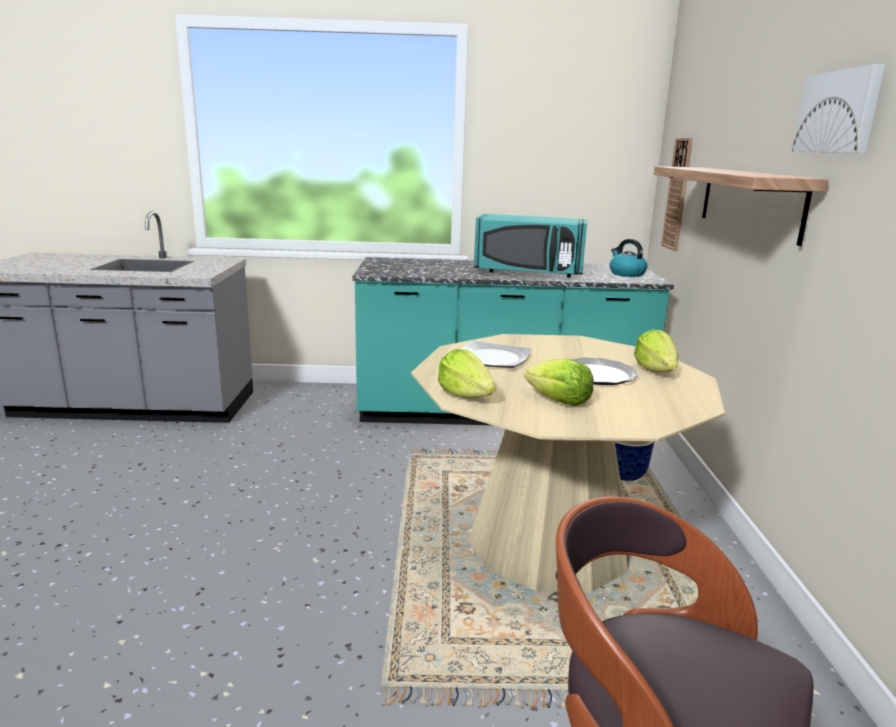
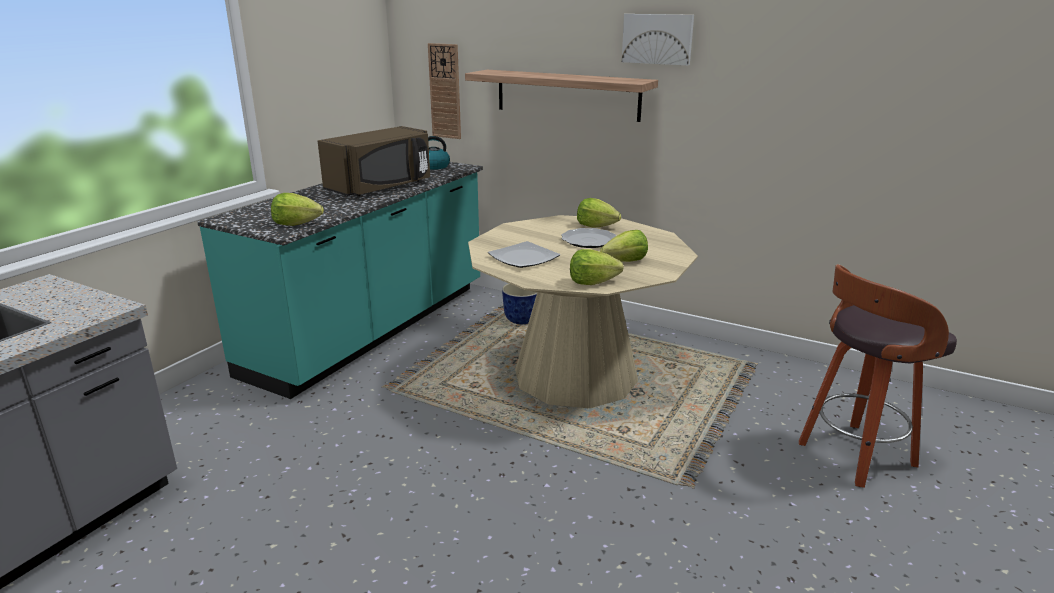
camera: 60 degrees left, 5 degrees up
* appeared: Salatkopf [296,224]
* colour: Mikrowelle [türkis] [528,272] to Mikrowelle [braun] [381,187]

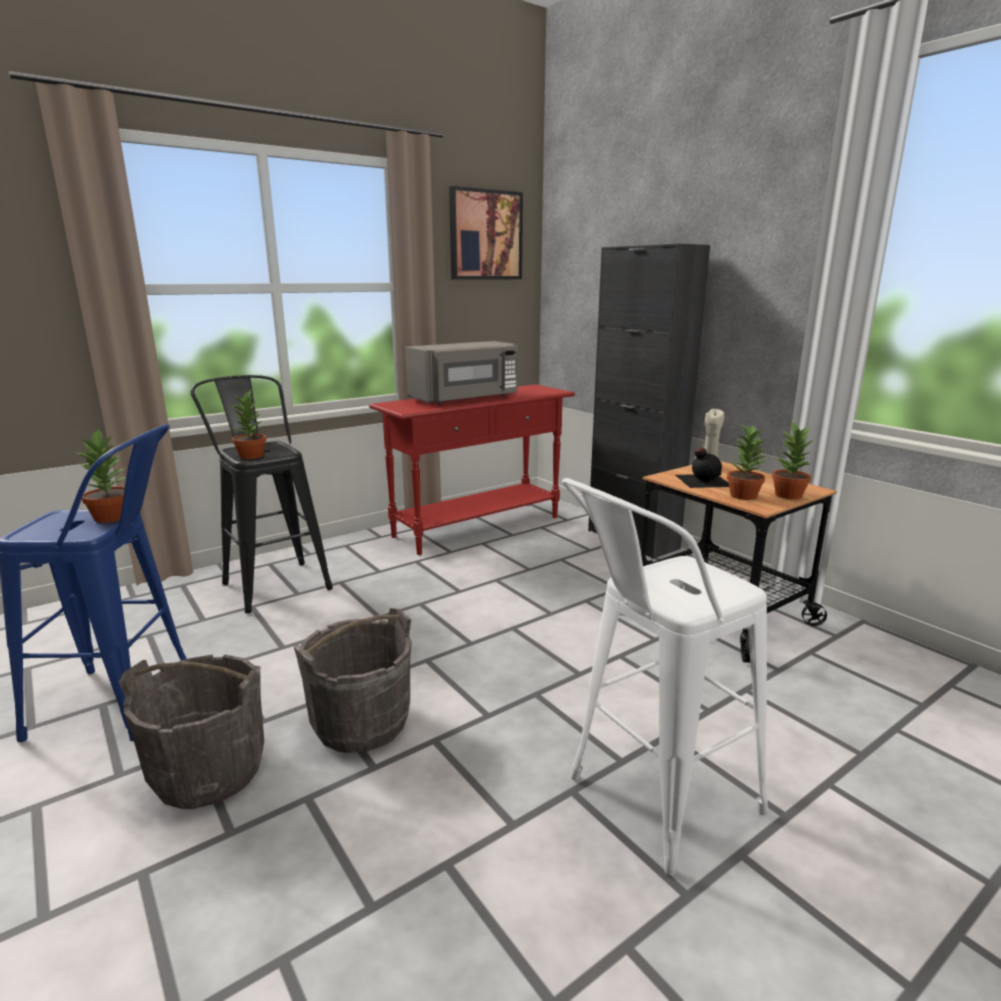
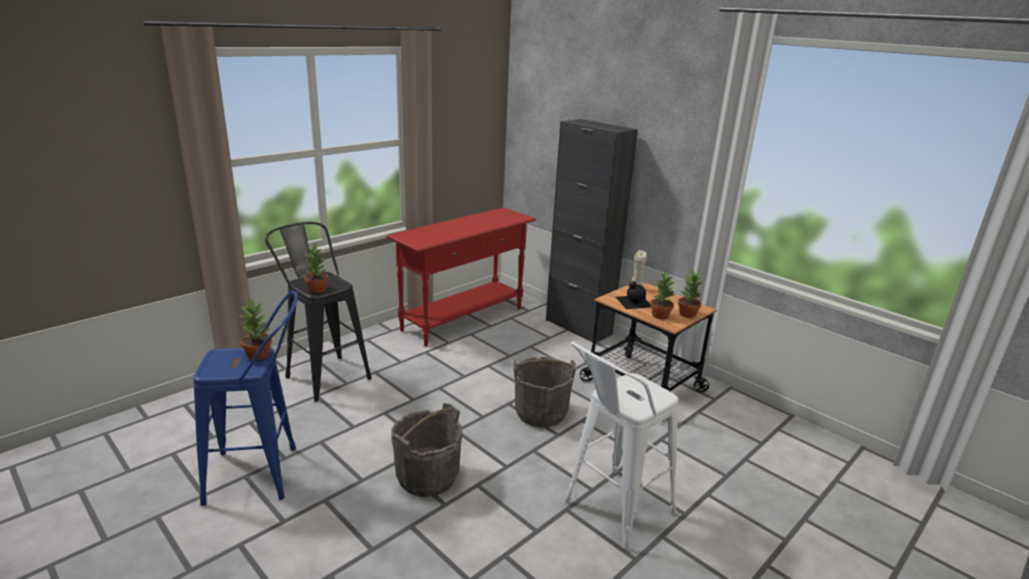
camera: 10 degrees left, 5 degrees up
* relocated: Eimer [grau] [209,771] to [541,412]
* missing: Mikrowelle [grau] [466,399]
* missing: Bild [485,235]

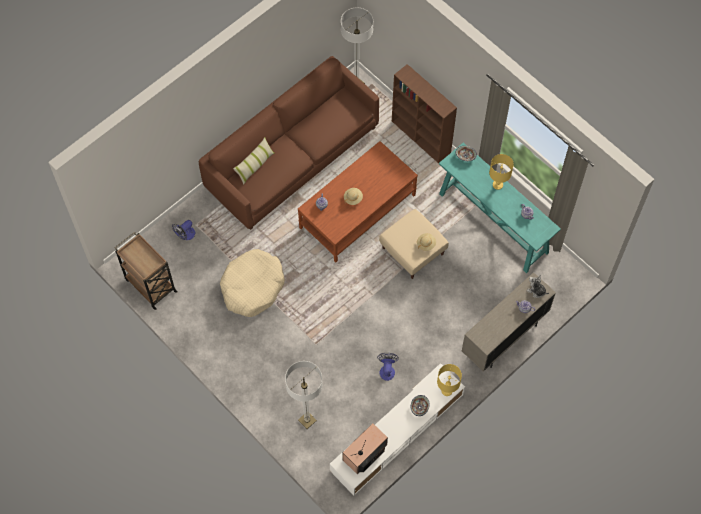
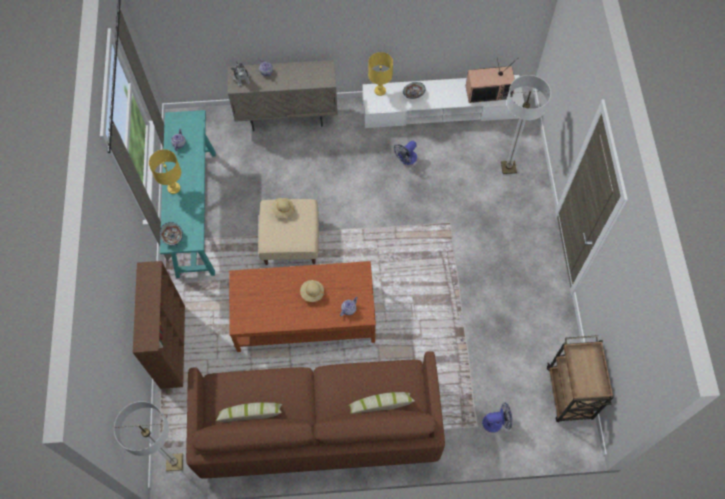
camera: 140 degrees left, 0 degrees up
* appeared: Kissen [251,415]
* missing: Hundebett [beige] [252,287]

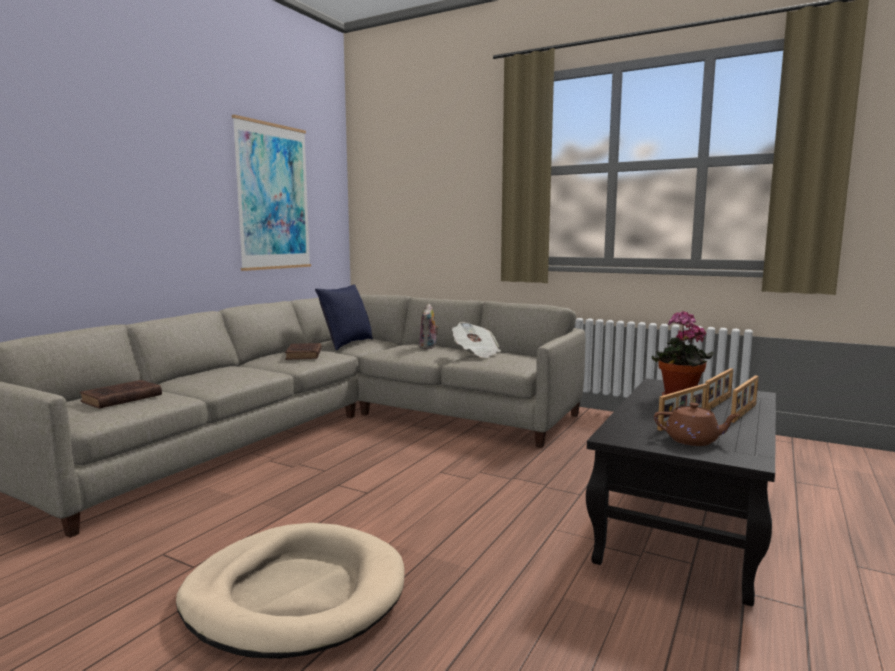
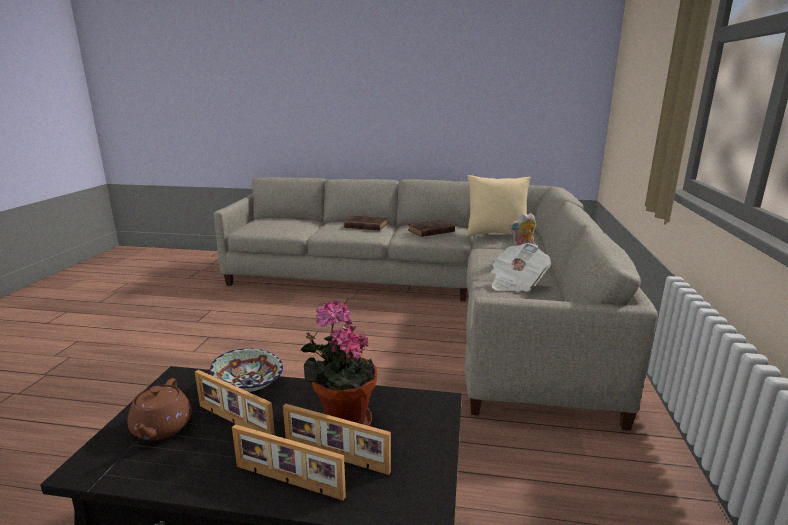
camera: 70 degrees right, 10 degrees up
* appeared: Schüssel [248,386]
* relocated: Buch [braun] [120,399] to [365,226]
* colour: Kissen [blau] [346,344] to Kissen [beige] [496,234]
* missing: Hundebett [beige] [295,594]
* missing: Bild [273,197]

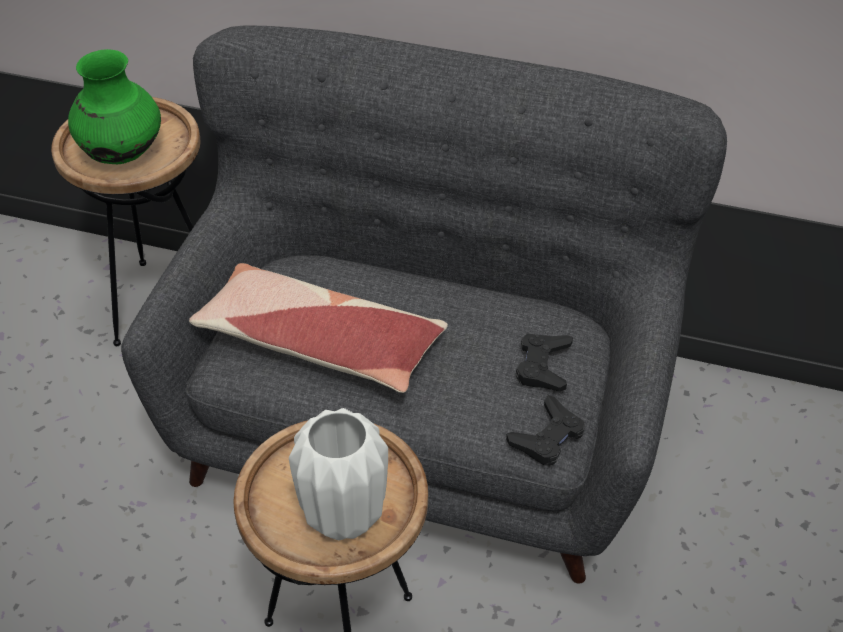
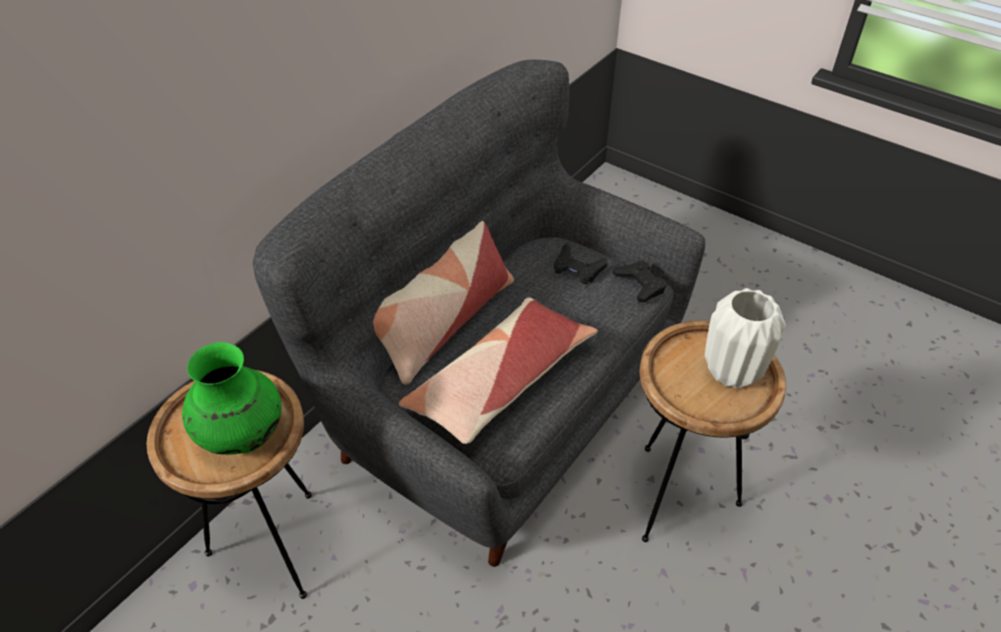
camera: 70 degrees left, 0 degrees up
* appeared: Kissen [445,323]

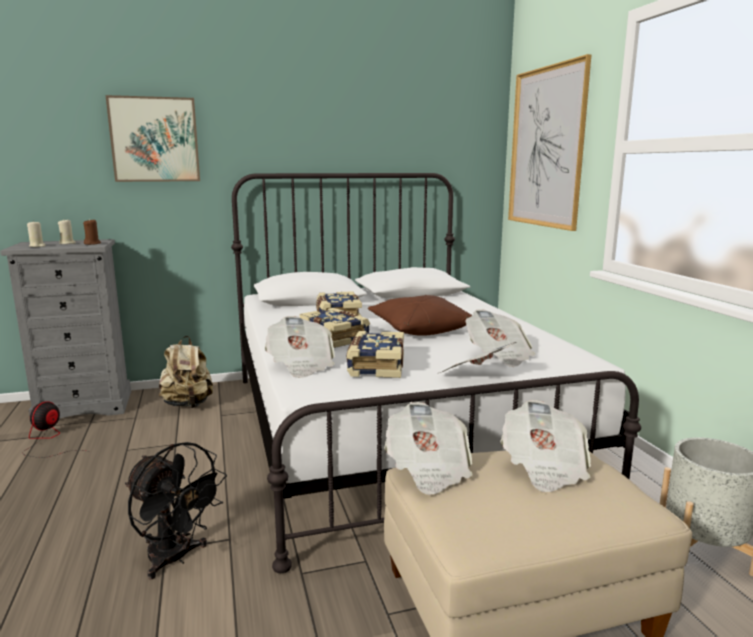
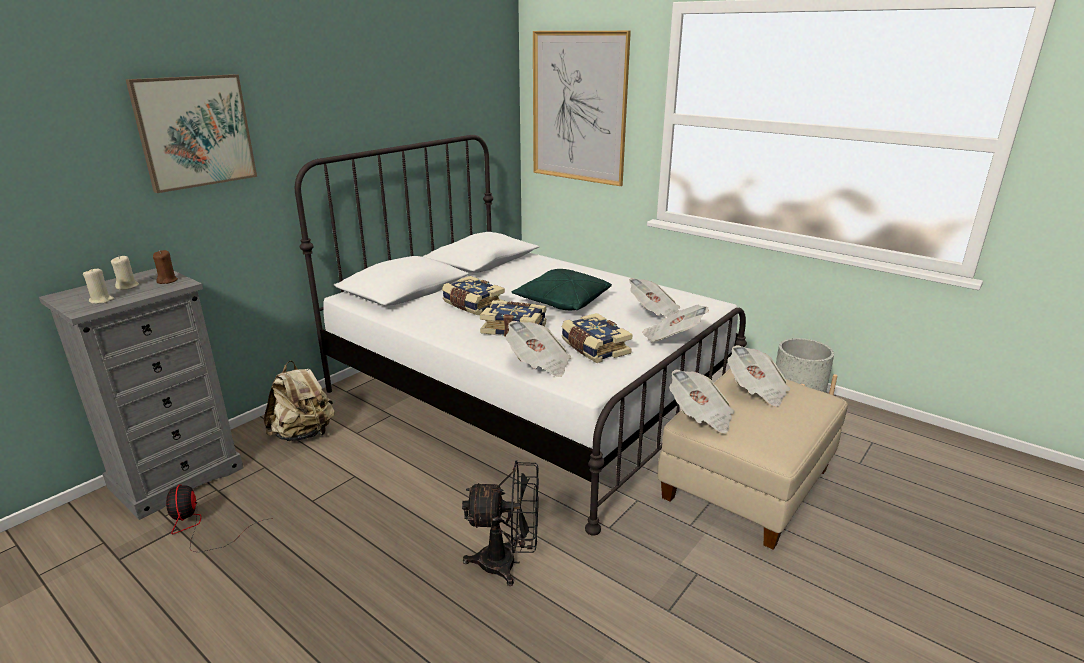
camera: 35 degrees left, 10 degrees up
* colour: Kissen [braun] [419,329] to Kissen [grün] [562,302]

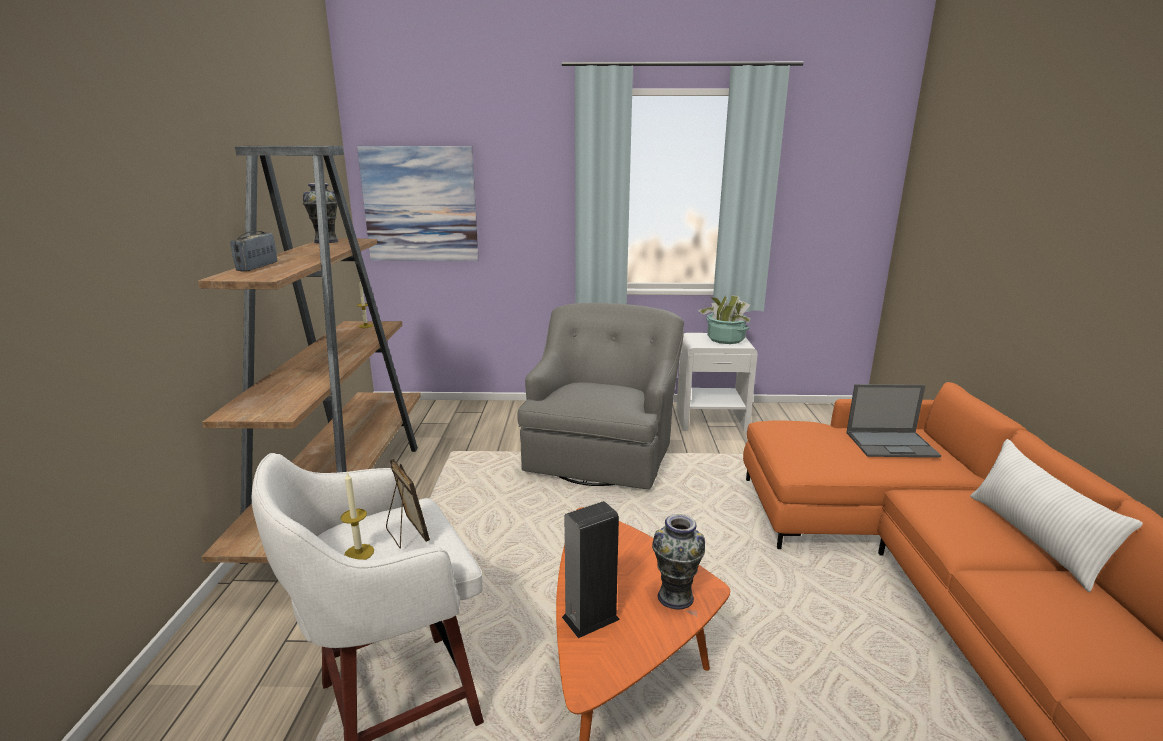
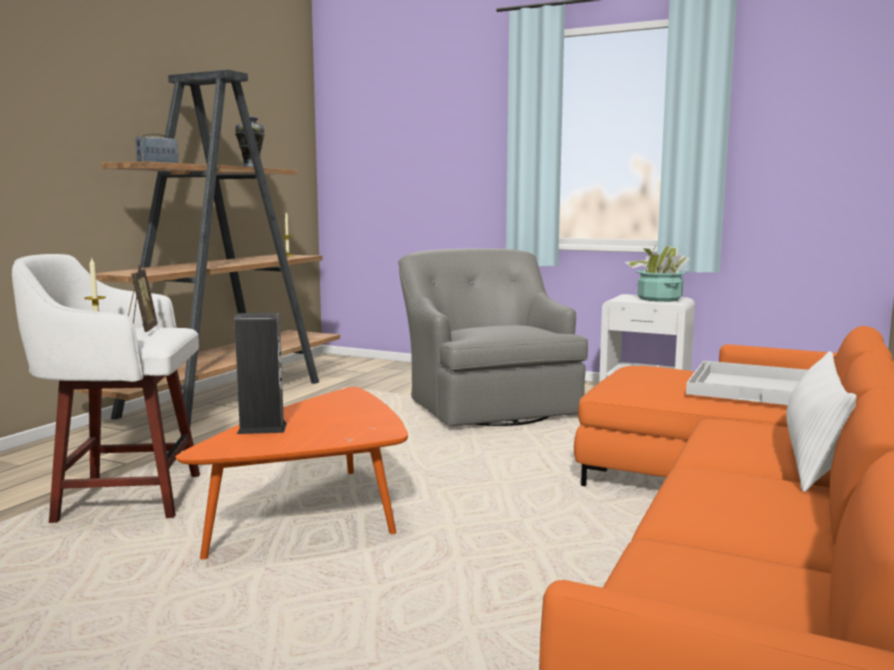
camera: 25 degrees right, 10 degrees down
* spun: Sessel [grau] [602,452] = [488,405] 60 degrees counterclockwise
* exchanged: Laptop [892,444] to Tablett [weiß] [755,387]
* missing: Bild [420,204]
* missing: Vase [675,597]

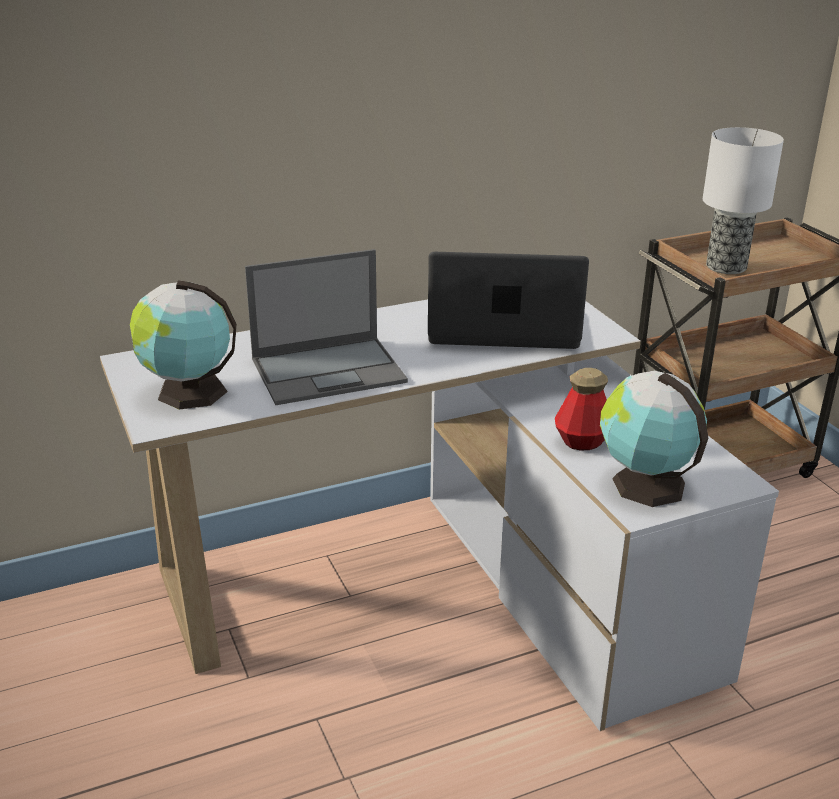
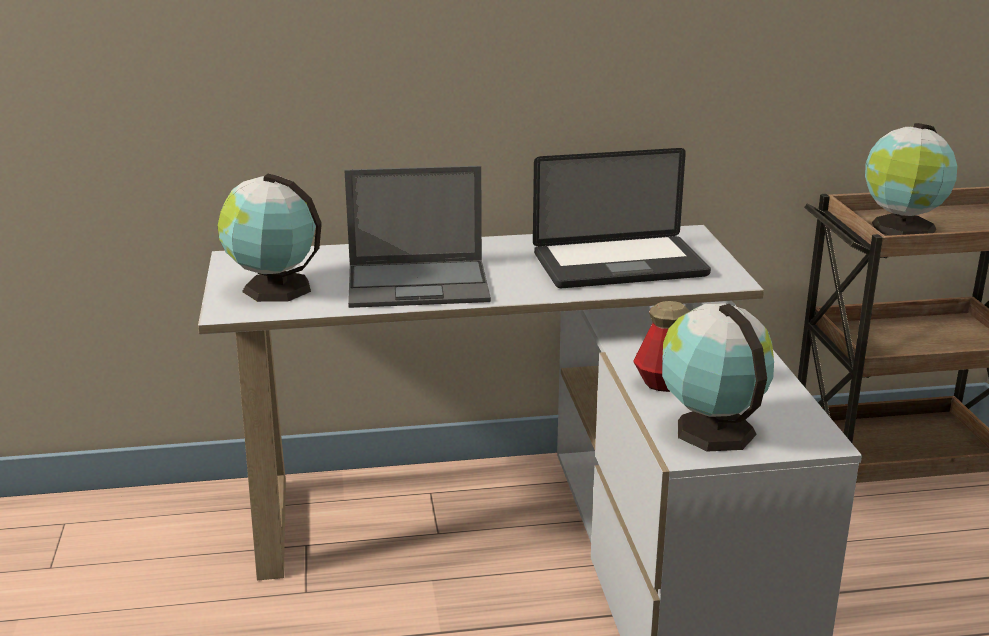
camera: 15 degrees right, 5 degrees down
* spun: Laptop [503,329] = [619,265] 150 degrees clockwise
* exchanged: Tischlampe [726,267] to Globus [902,229]

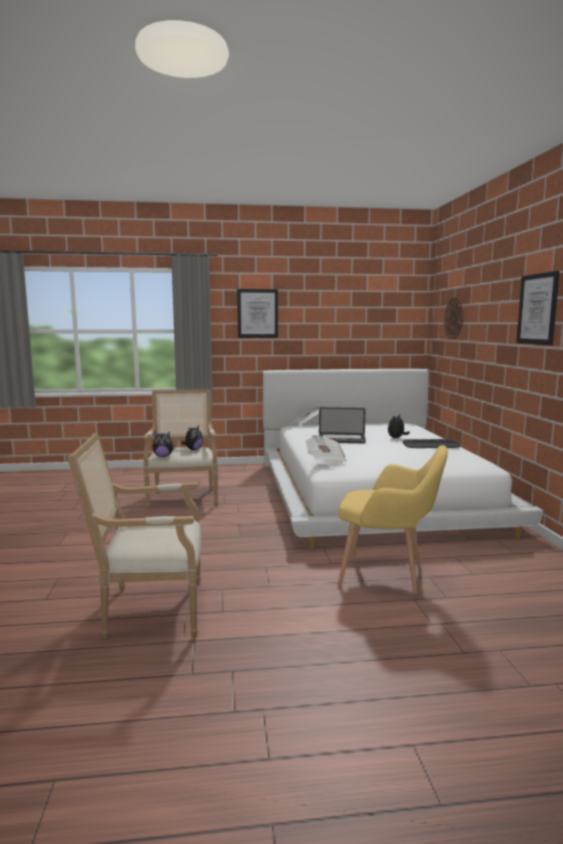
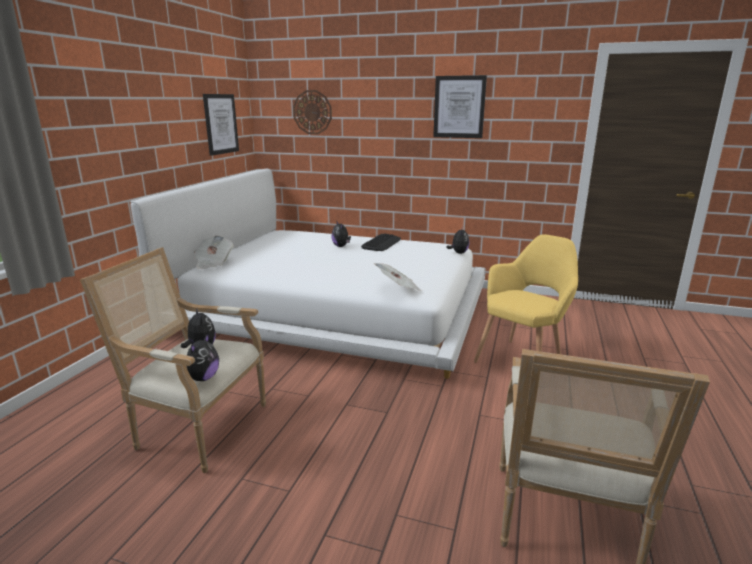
camera: 65 degrees left, 10 degrees up
* relocated: Bild [257,313] to [221,124]
* appeared: Plüschtier [458,253]
* missing: Laptop [341,440]

